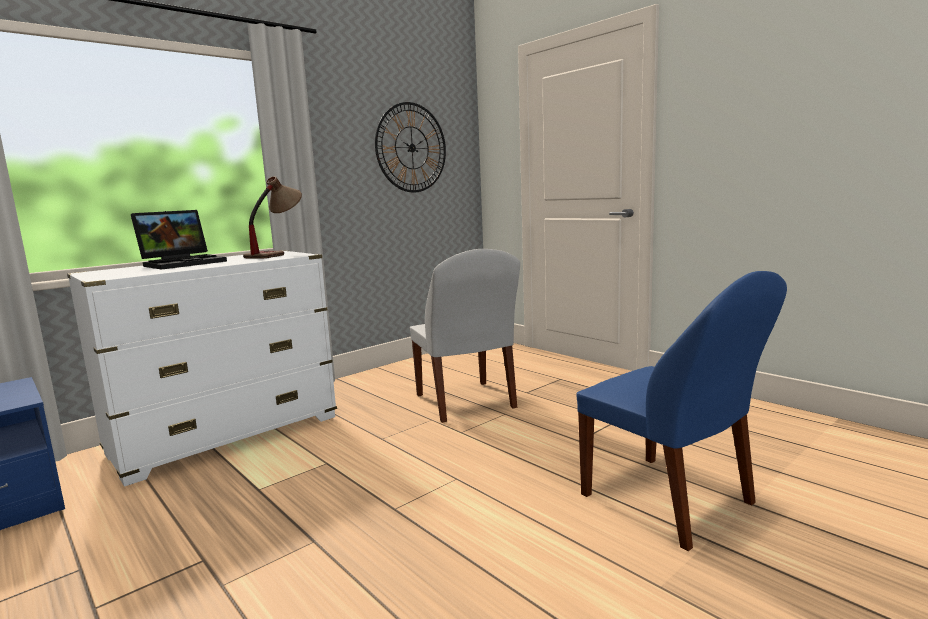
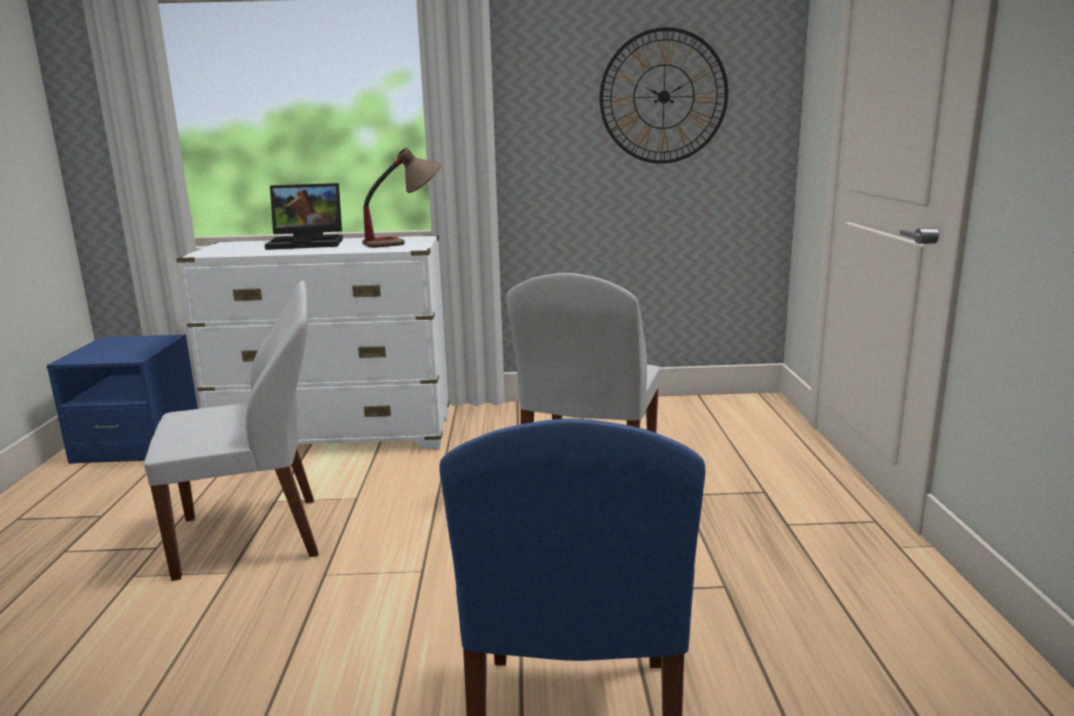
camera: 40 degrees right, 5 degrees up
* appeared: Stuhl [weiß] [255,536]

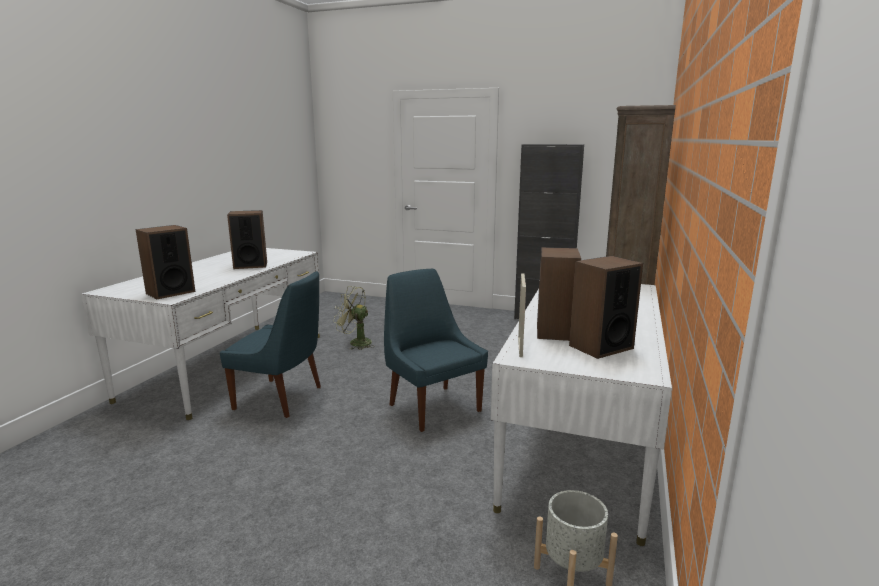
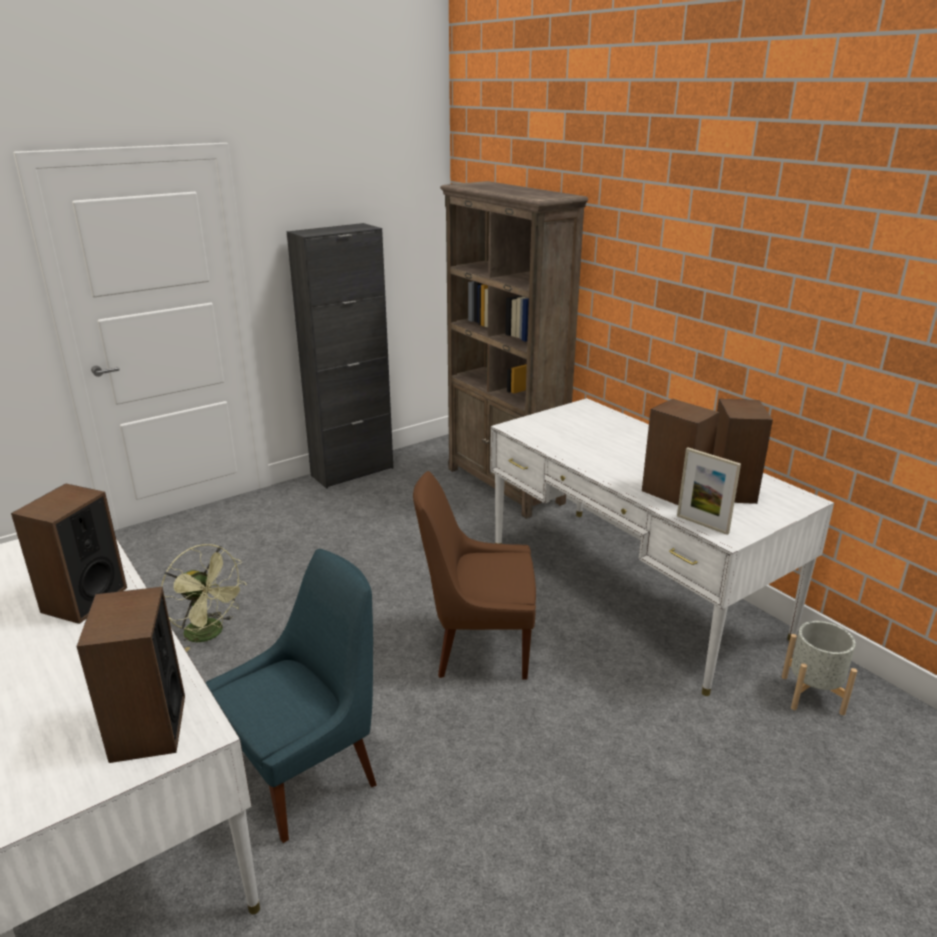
camera: 55 degrees left, 10 degrees up
* spun: Ventilator [grün] [355,343] = [210,634] 105 degrees counterclockwise
* colour: Stuhl [blau] [432,406] to Stuhl [braun] [477,646]

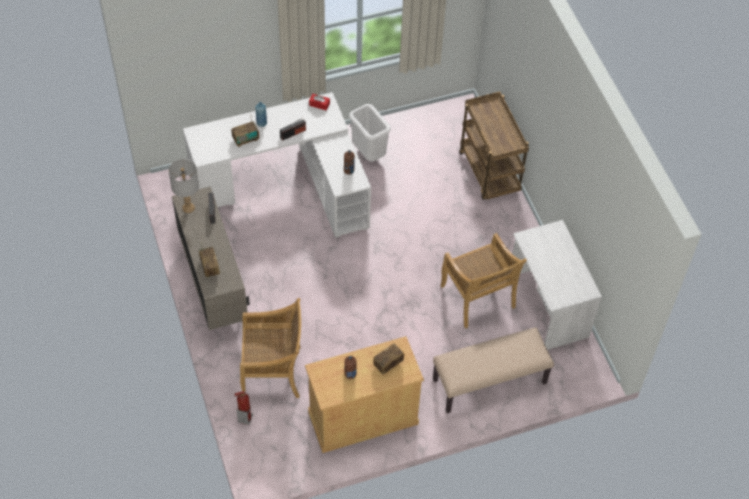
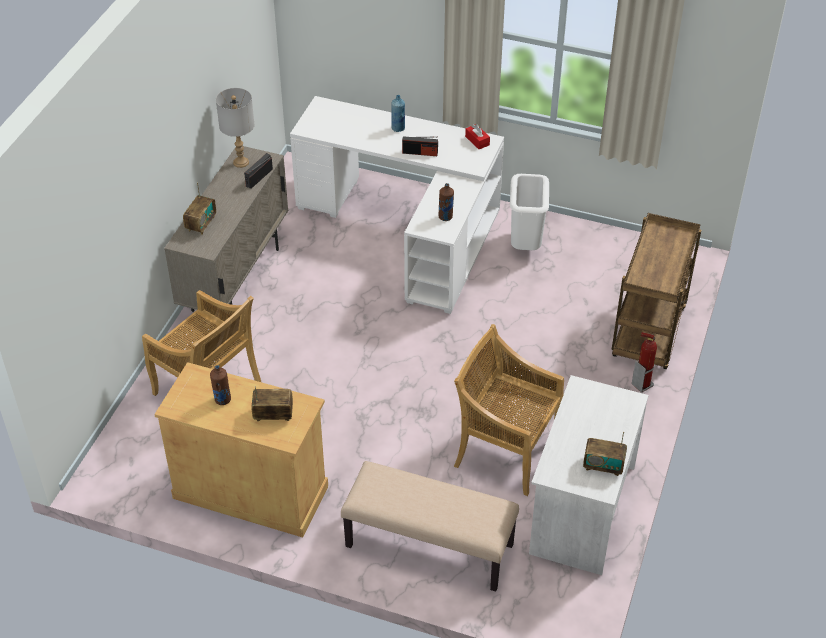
camera: 40 degrees right, 10 degrees down
* spun: Stuhl [beige] [478,298] = [505,451] 105 degrees clockwise
* relocated: Radio [245,139] to [603,466]
* relocated: Feuerlöscher [245,418] to [642,384]

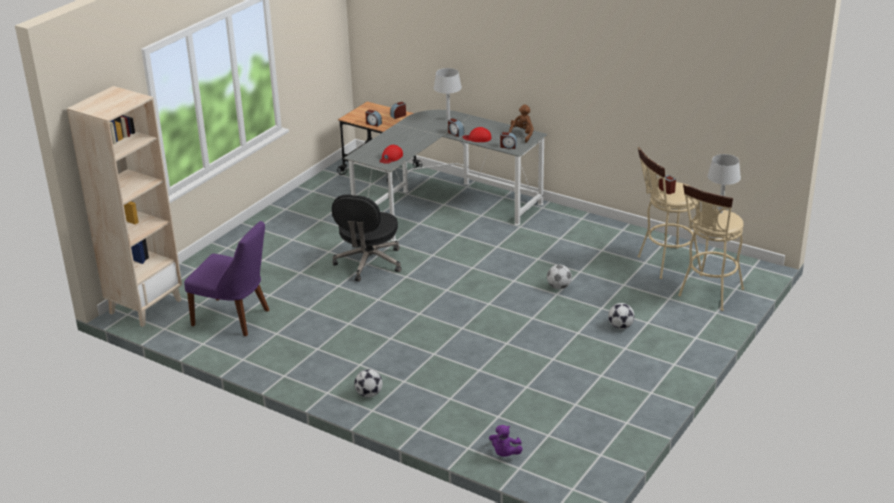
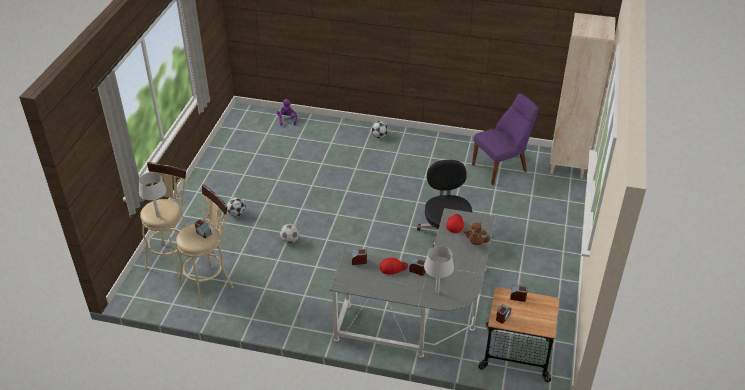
camera: 160 degrees right, 10 degrees up
* relocated: Plüschtier [braun] [522,135] to [475,242]
* spun: Stuhl [lila] [234,318] = [501,167] 150 degrees clockwise

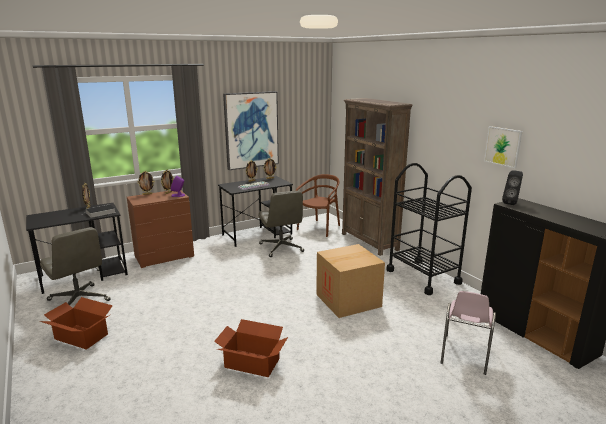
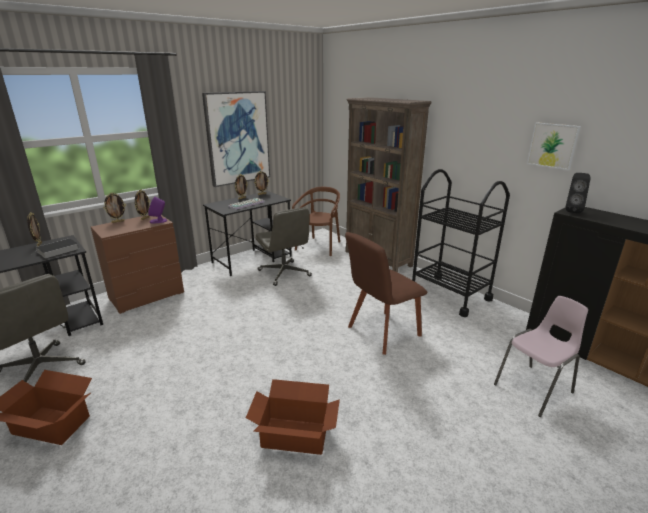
camera: 10 degrees left, 5 degrees up
* exchanged: Karton [348,300] to Stuhl [braun] [381,332]
* spun: Stuhl [rosa] [464,354] = [535,389] 135 degrees counterclockwise

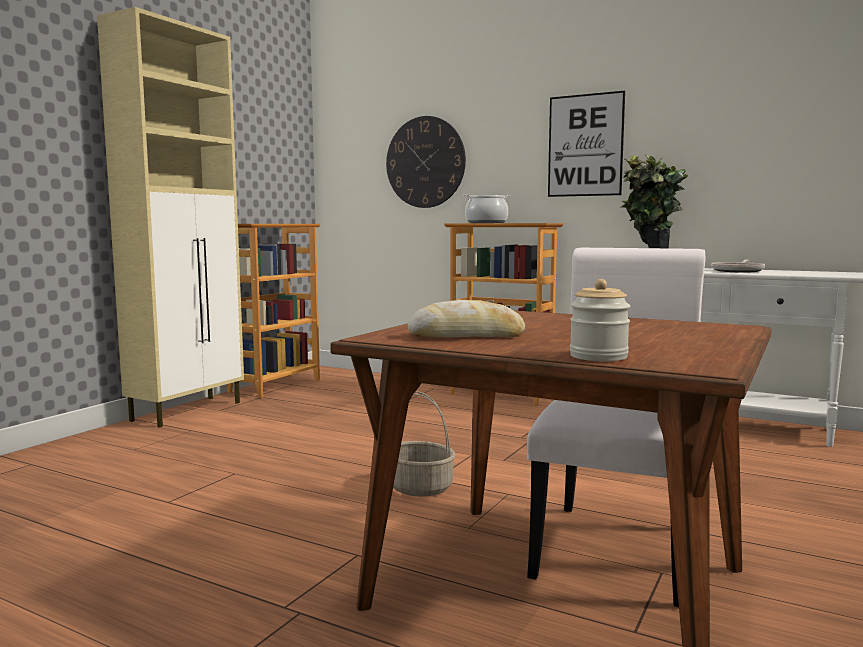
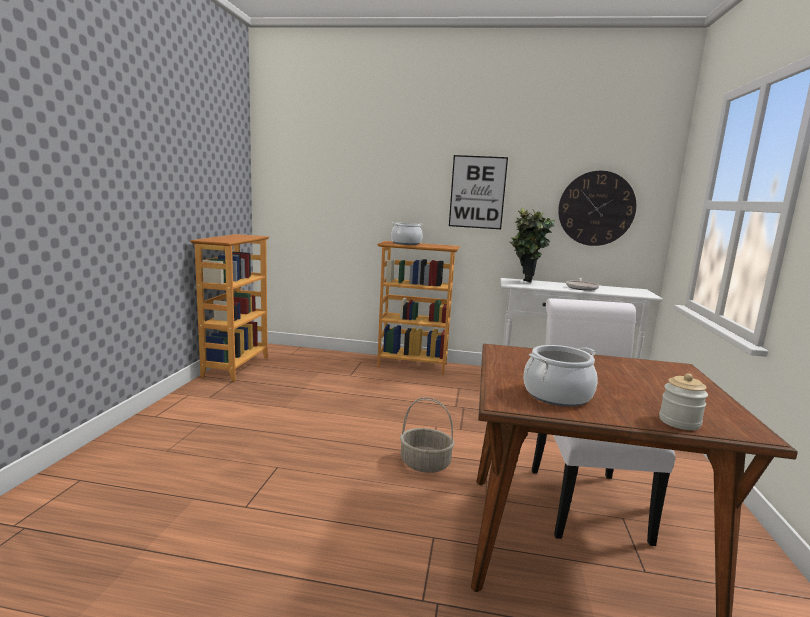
camera: 20 degrees left, 5 degrees up
* exchanged: Brot [466,336] to Kochtopf [557,395]
* relocated: Wanduhr [425,162] to [596,208]
* missing: Schrank [beige] [188,411]

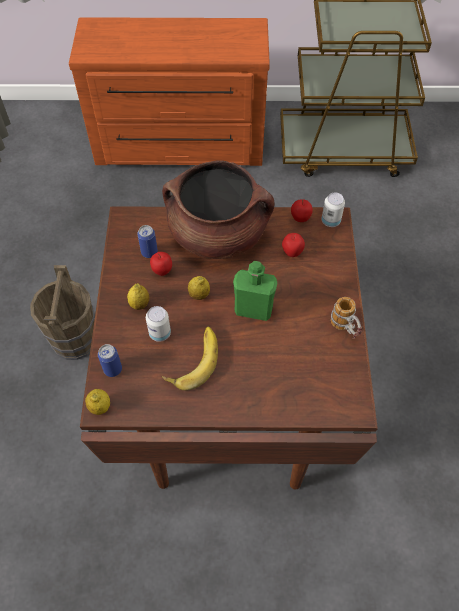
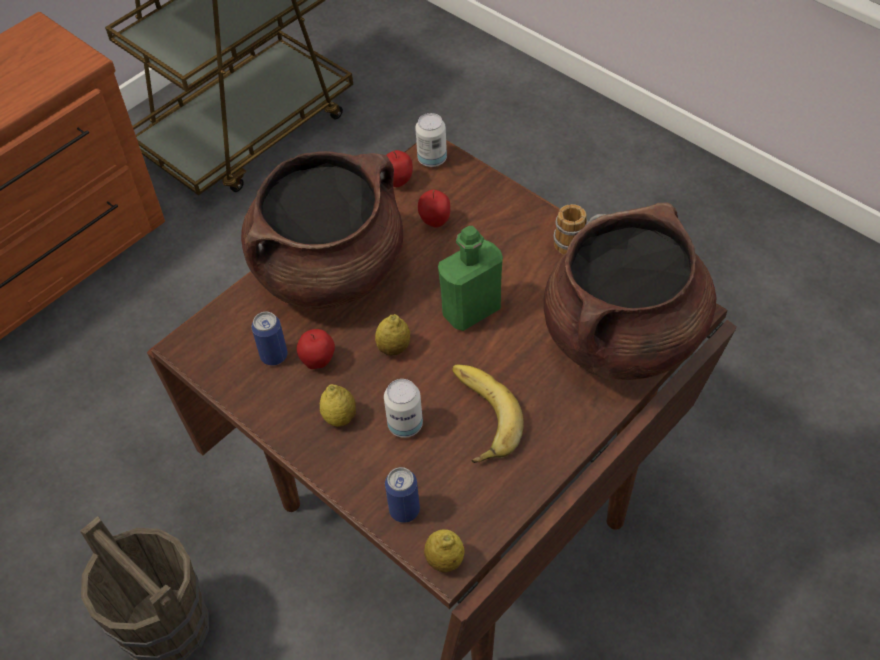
camera: 45 degrees left, 5 degrees down
* appeared: Kochtopf [braun] [622,337]

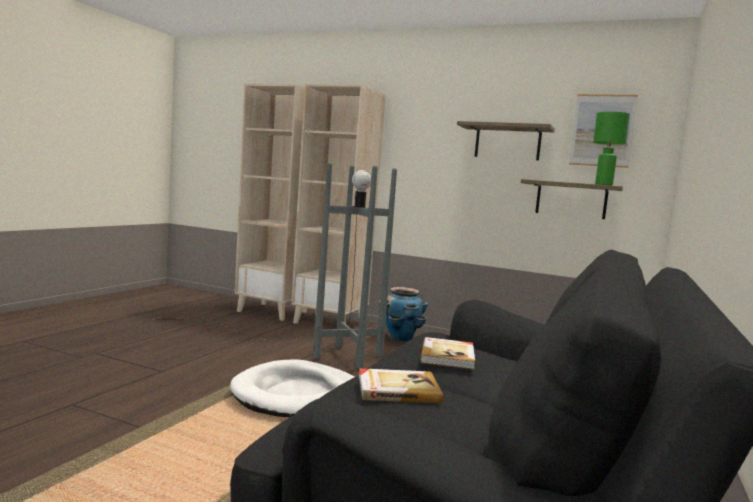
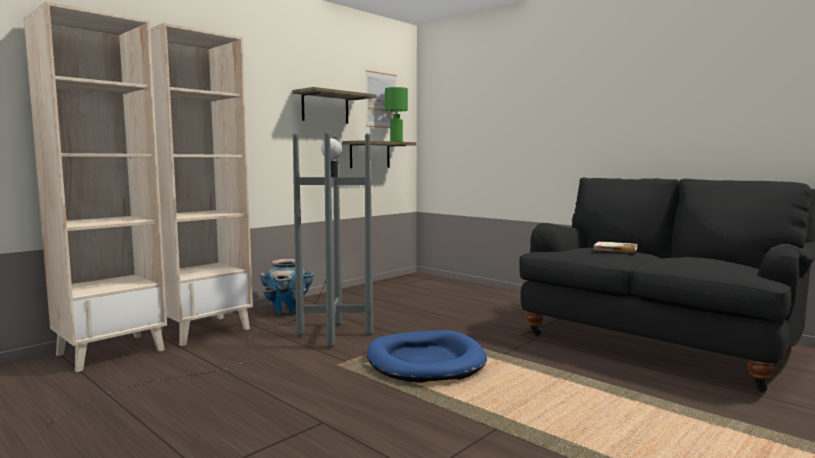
camera: 70 degrees left, 0 degrees up
* colour: Hundebett [weiß] [297,395] to Hundebett [blau] [425,361]
* missing: Buch [397,389]

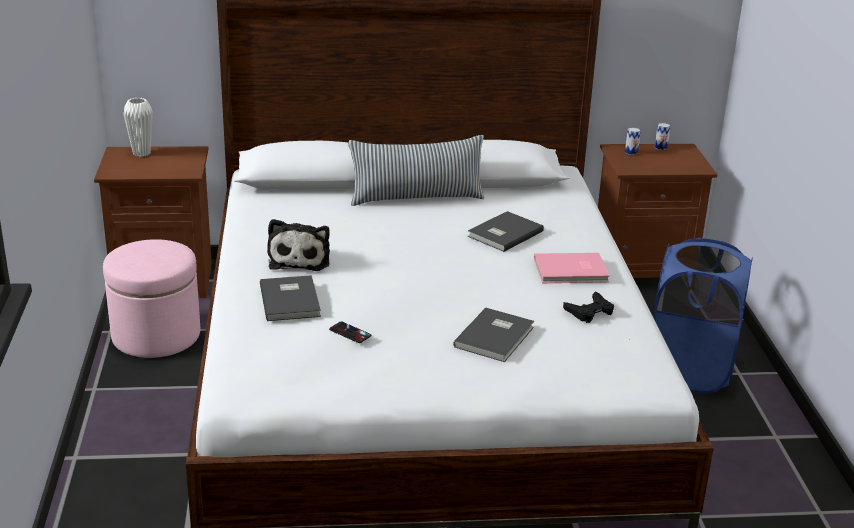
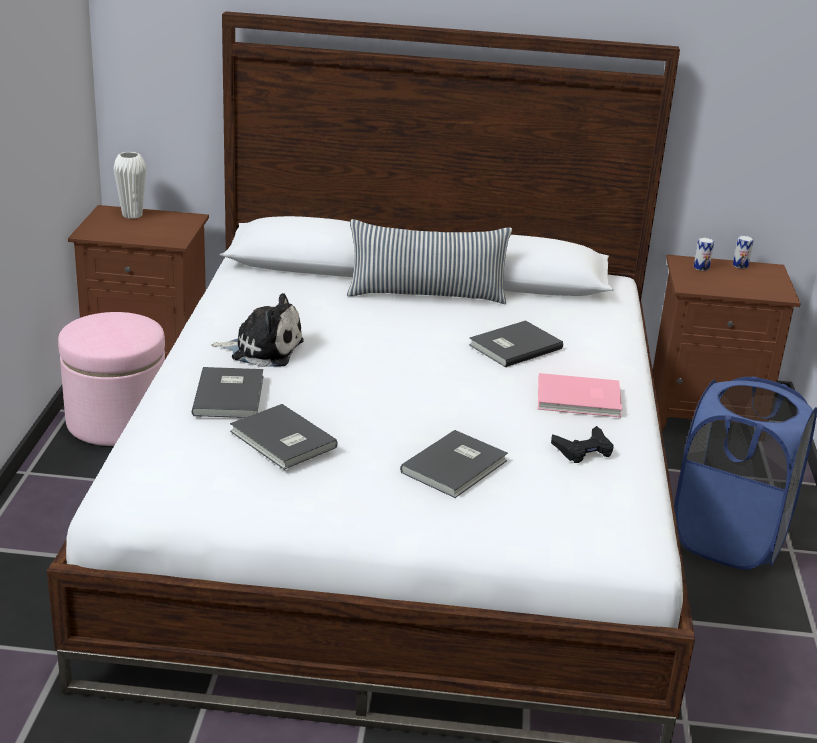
camera: 10 degrees right, 0 degrees up
* spun: Plüschtier [300,259] = [263,349] 90 degrees counterclockwise
* exchanged: Handy [350,333] to Buch [grau] [282,441]

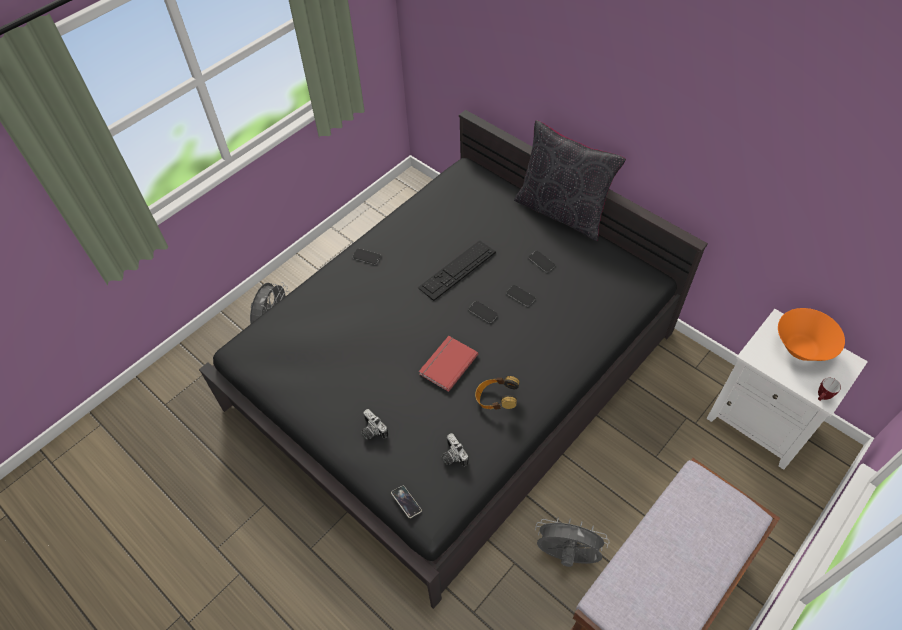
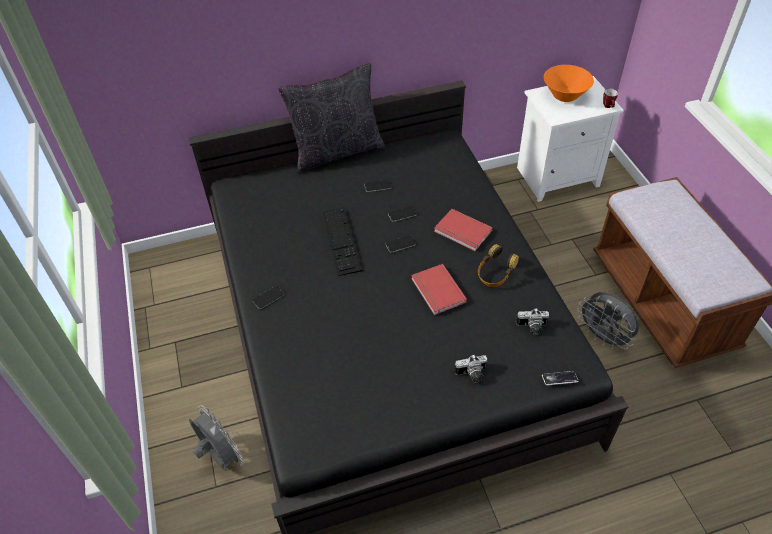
camera: 60 degrees left, 5 degrees down
* appeared: Buch [rot] [462,232]
* spun: Ventilator [grau] [566,555] = [603,337] 90 degrees counterclockwise

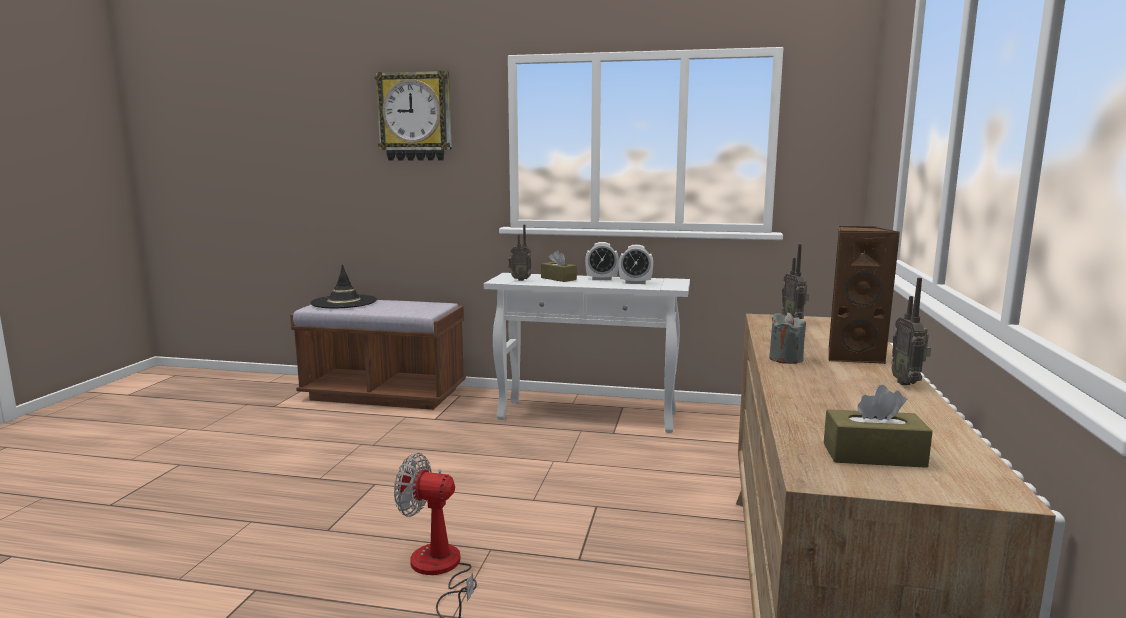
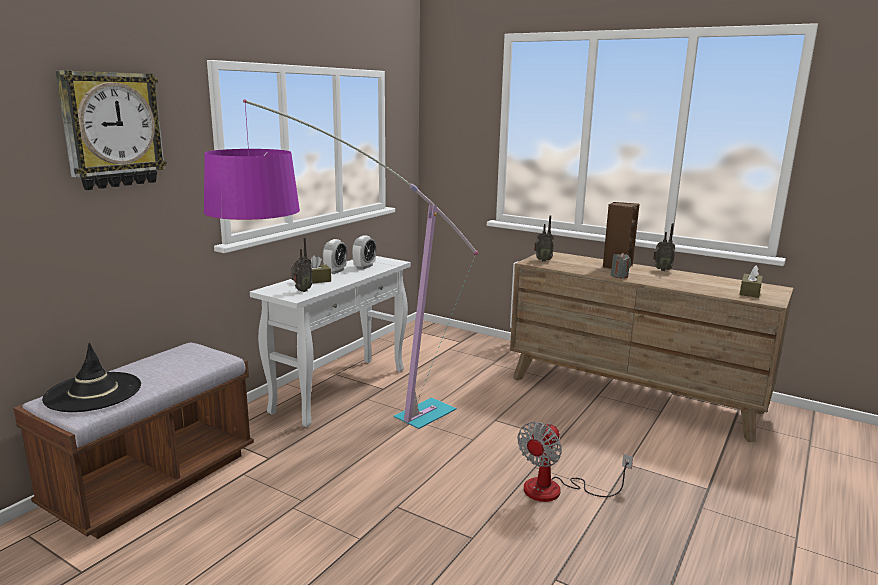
camera: 70 degrees left, 5 degrees up
* appeared: Stehlampe [348,451]

